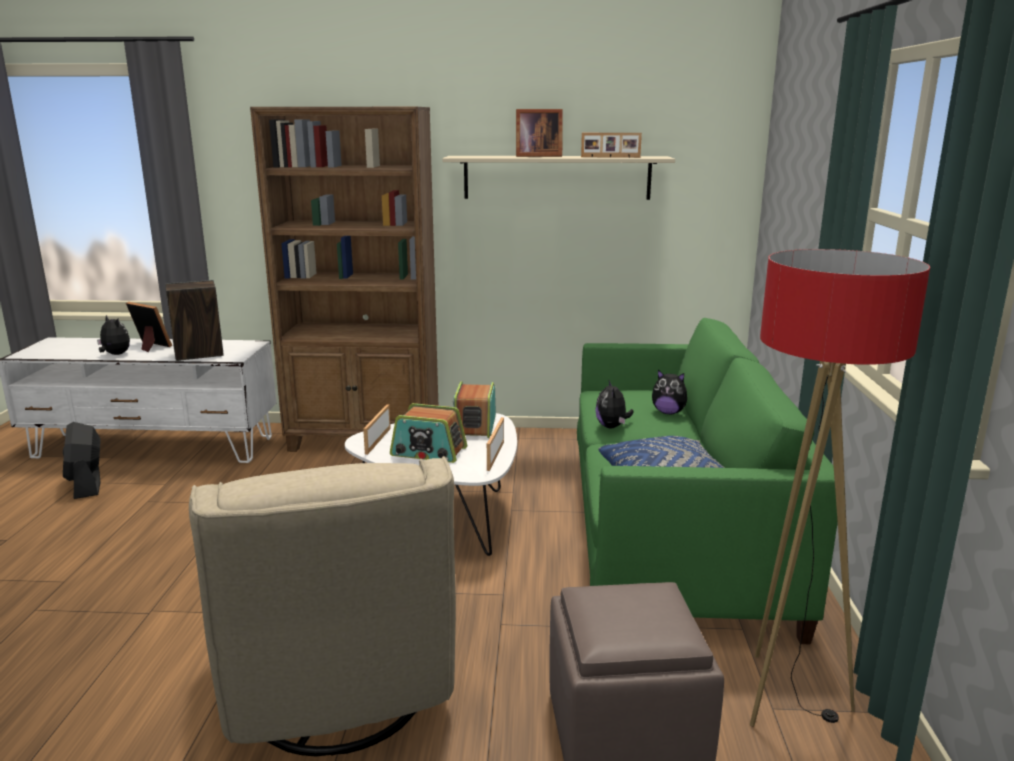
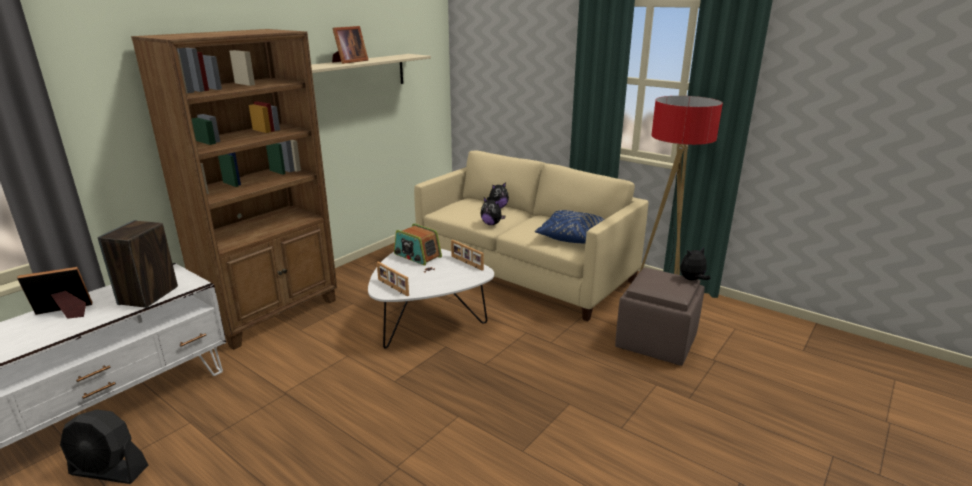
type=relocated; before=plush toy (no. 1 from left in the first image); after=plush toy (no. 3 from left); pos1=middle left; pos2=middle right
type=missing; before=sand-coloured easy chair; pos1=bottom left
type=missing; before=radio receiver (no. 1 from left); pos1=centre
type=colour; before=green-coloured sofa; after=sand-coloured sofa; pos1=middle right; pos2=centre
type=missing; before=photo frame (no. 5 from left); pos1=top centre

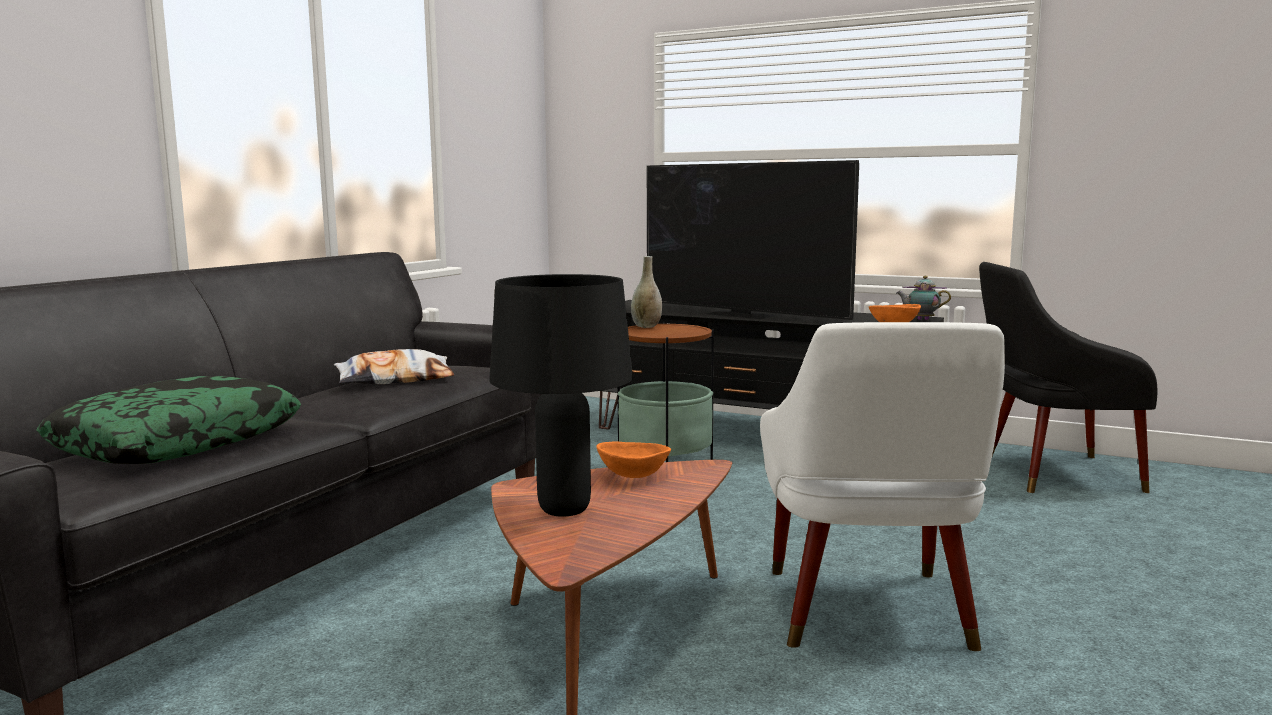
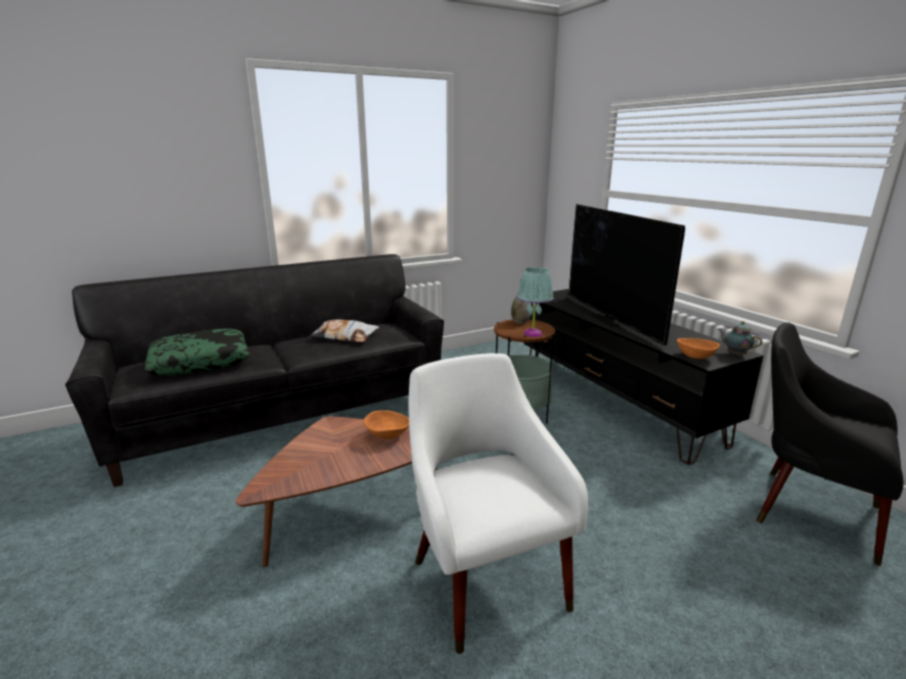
type=missing; before=black-coloured lamp for a table; pos1=centre
type=spun; before=whitish easy chair; pos1=bottom right; pos2=bottom centre; turn=120
type=appeared; after=turquoise-coloured lamp for a table; pos2=centre

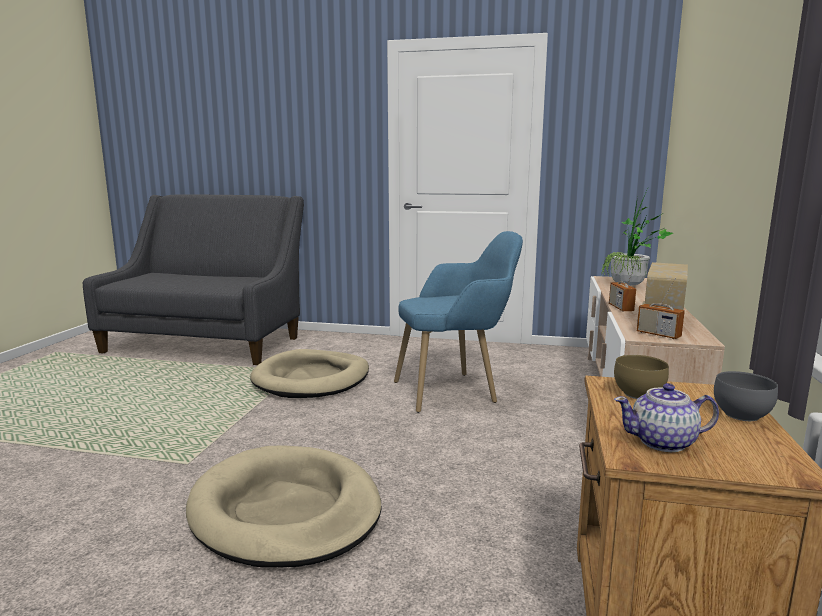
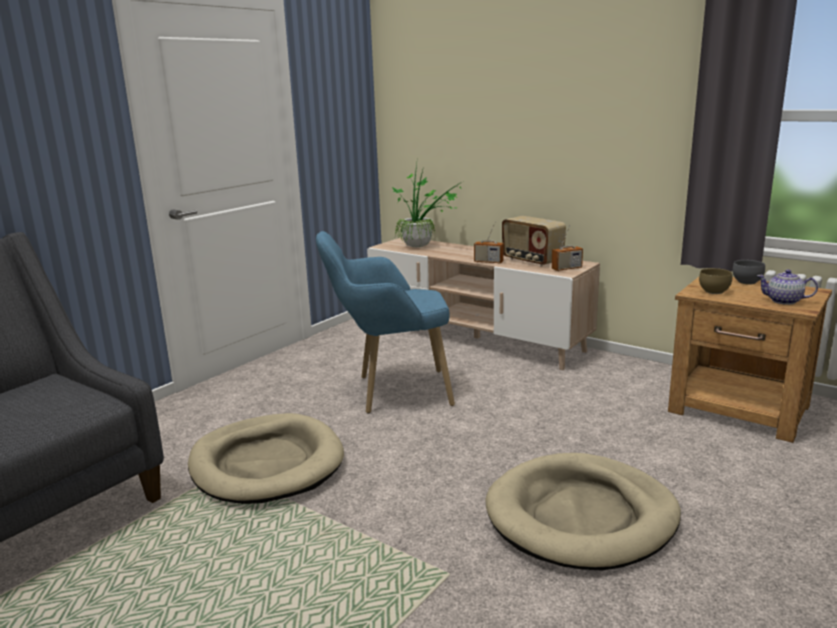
type=spun; before=blue-coloured easy chair; pos1=centre; pos2=centre; turn=-105
type=spun; before=pot for tea; pos1=bottom right; pos2=middle right; turn=90

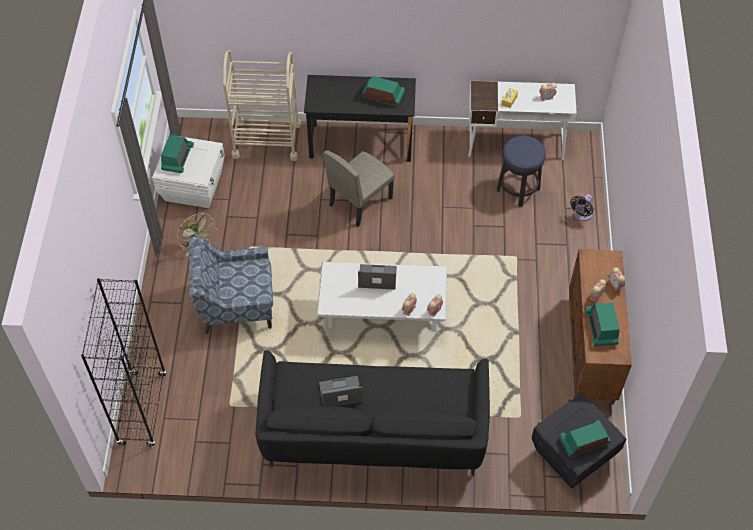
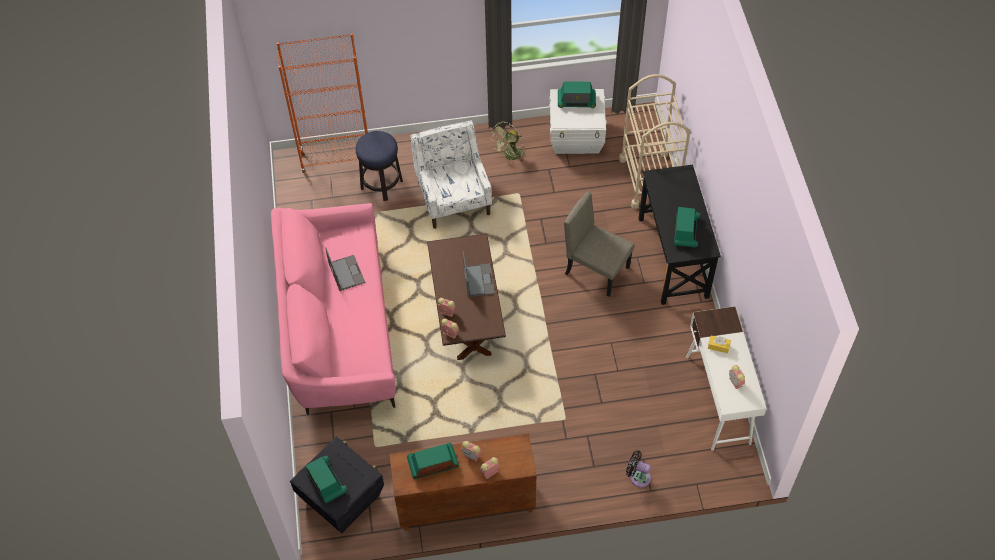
type=colour; before=black-coloured bookshelf; after=orange-coloured bookshelf; pos1=bottom left; pos2=top left
type=colour; before=blue-coloured easy chair; after=whitish easy chair; pos1=middle left; pos2=top centre
type=colour; before=black-coloured sofa; after=pink-coloured sofa; pos1=bottom centre; pos2=centre
type=colour; before=whitish low table; after=brown-coloured low table; pos1=centre; pos2=centre
type=relocated; before=stool seat; pos1=top right; pos2=top centre

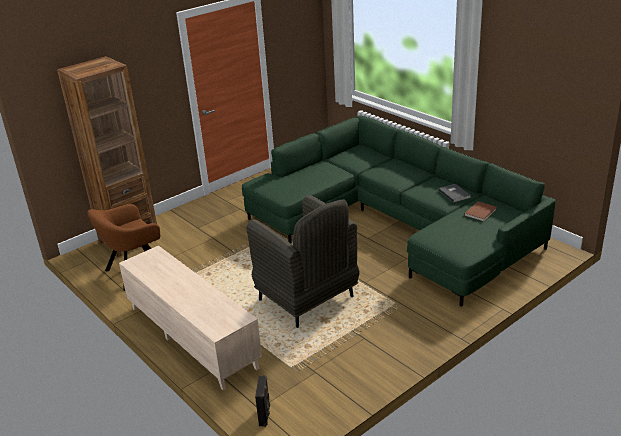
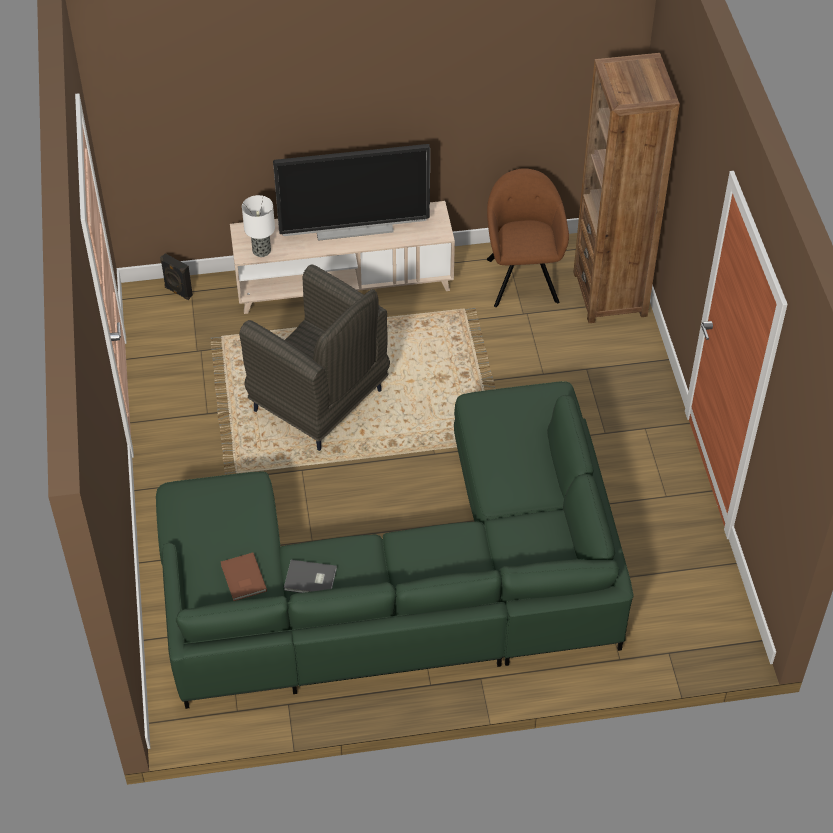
type=spun; before=grey easy chair; pos1=centre; pos2=centre; turn=-135
type=appeared; after=lamp for a table; pos2=top left
type=appeared; after=television; pos2=top centre

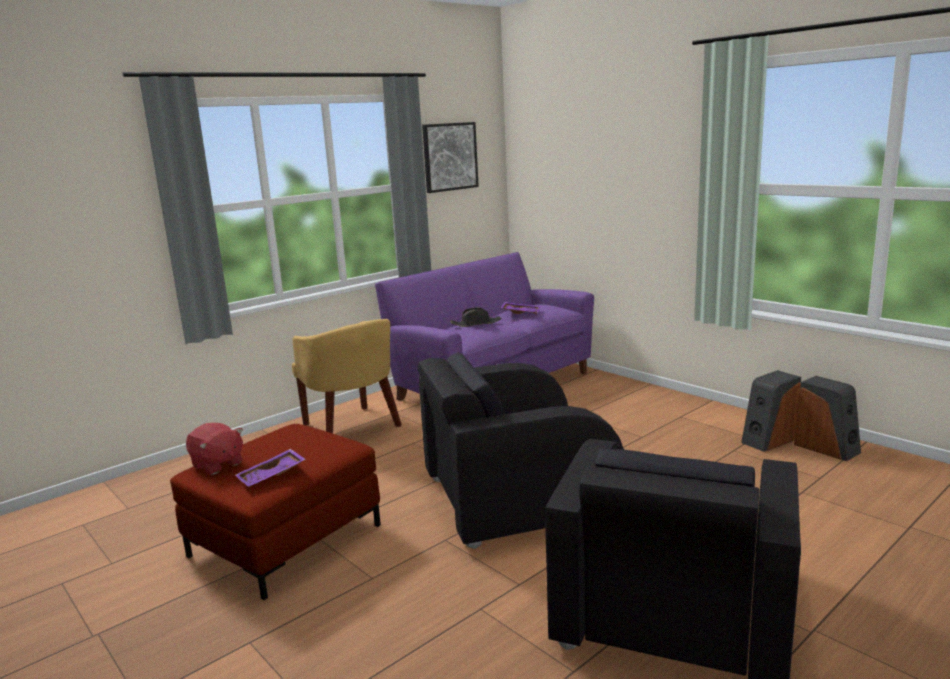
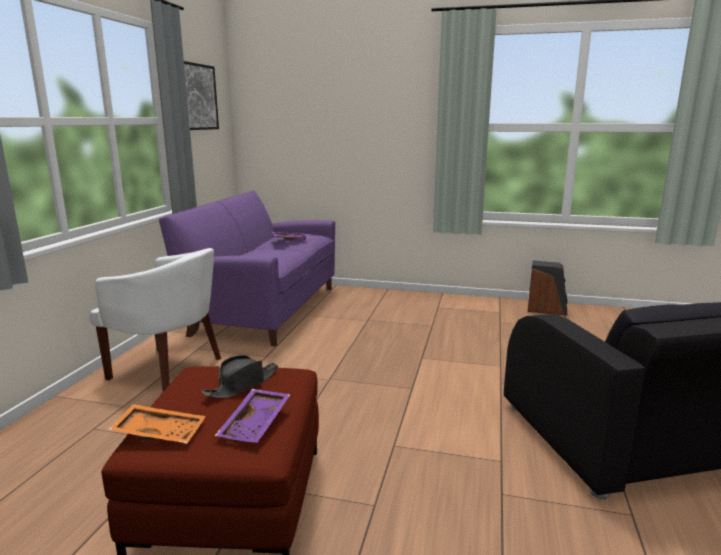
type=exchanged; before=reddish plush toy; after=orange-coloured tray; pos1=middle left; pos2=bottom left
type=colour; before=yellow-coloured easy chair; after=whitish easy chair; pos1=centre; pos2=middle left
type=missing; before=black-coloured easy chair (no. 1 from left); pos1=centre
type=relocated; before=black-coloured wearable hat; pos1=centre; pos2=bottom left
type=missing; before=speaker (no. 1 from left); pos1=middle right

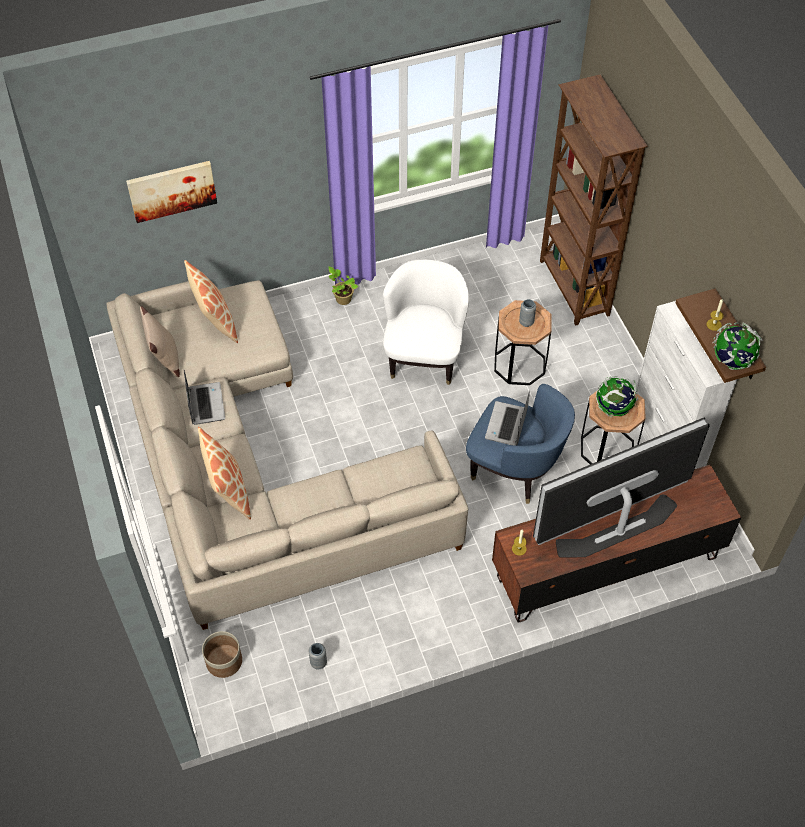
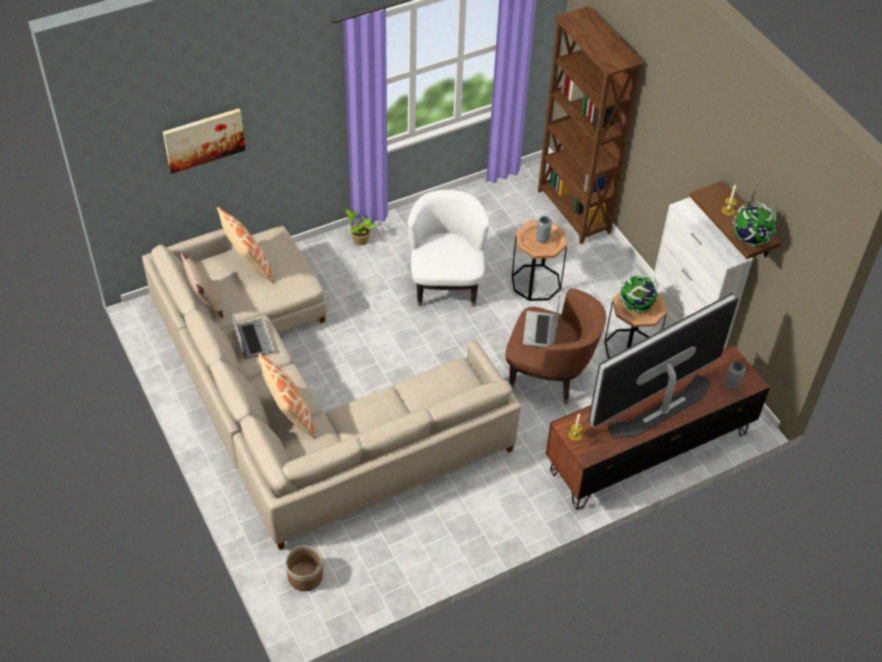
type=relocated; before=grey flower vase (no. 1 from left in the first image); after=grey flower vase (no. 2 from left); pos1=bottom centre; pos2=middle right
type=colour; before=blue-coloured easy chair; after=brown-coloured easy chair; pos1=centre; pos2=centre

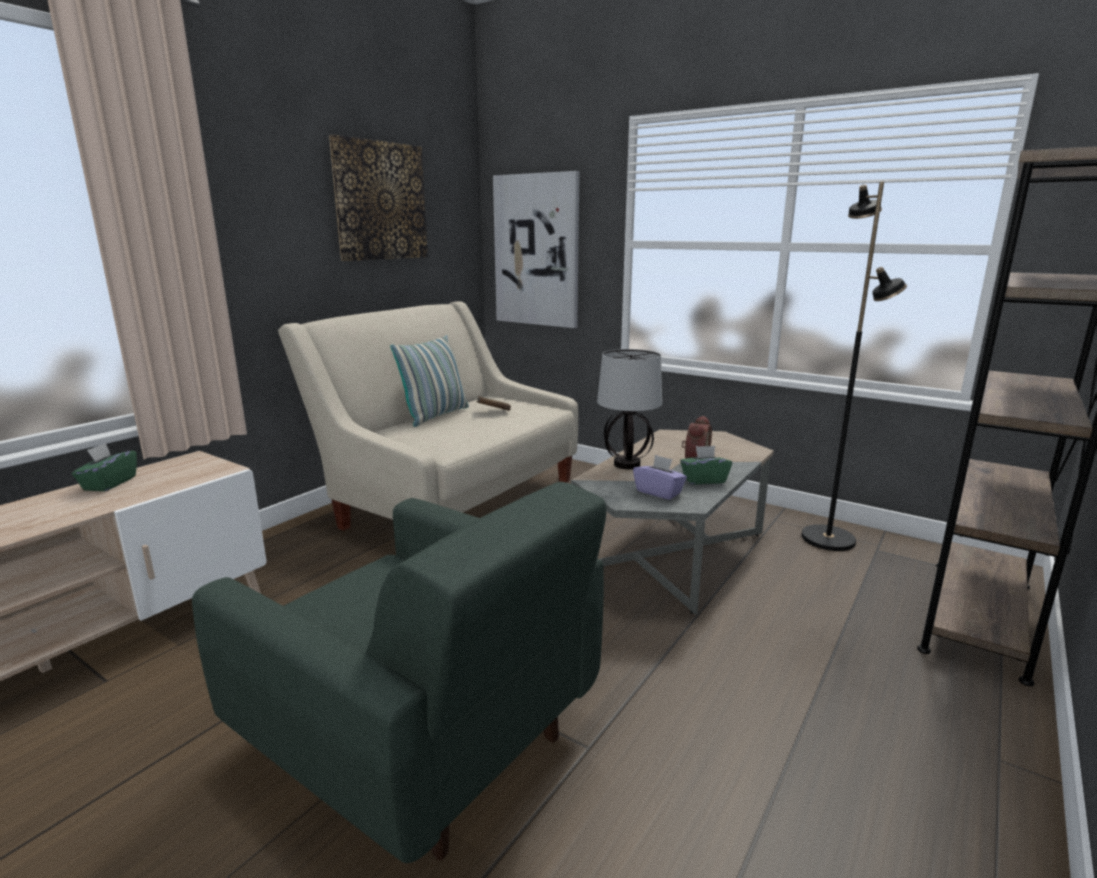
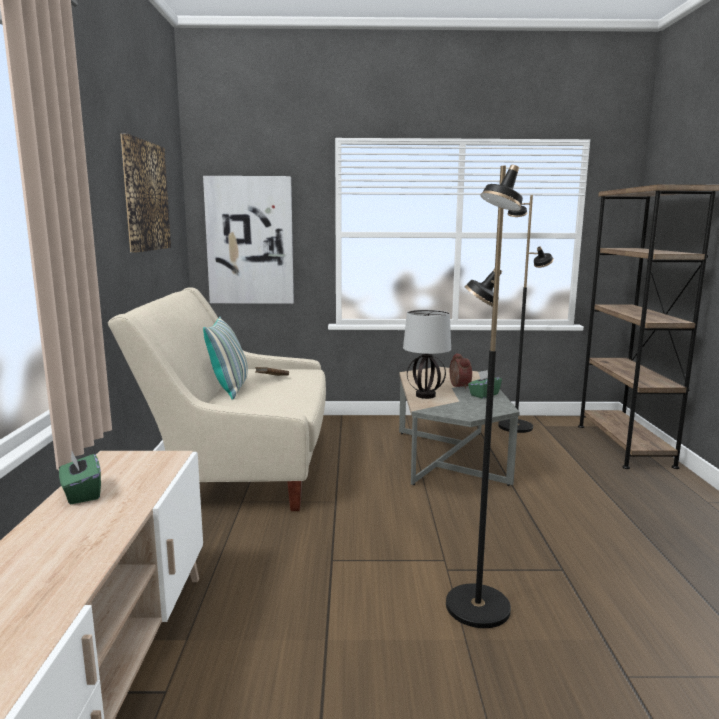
type=exchanged; before=green-coloured easy chair; after=black-coloured standard lamp (no. 1 from left); pos1=bottom centre; pos2=middle right
type=missing; before=purple-coloured box of tissues; pos1=centre

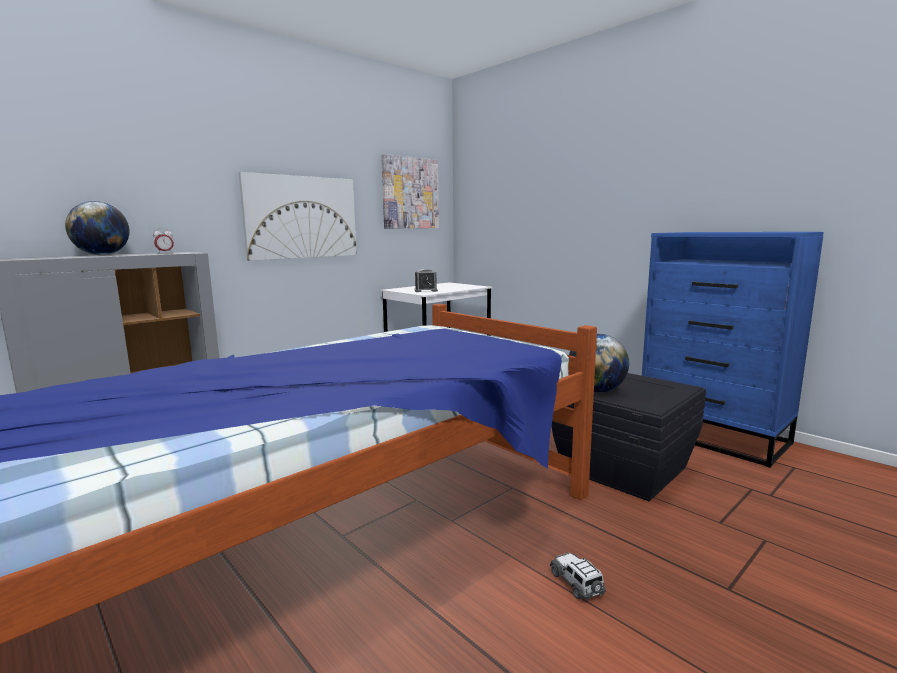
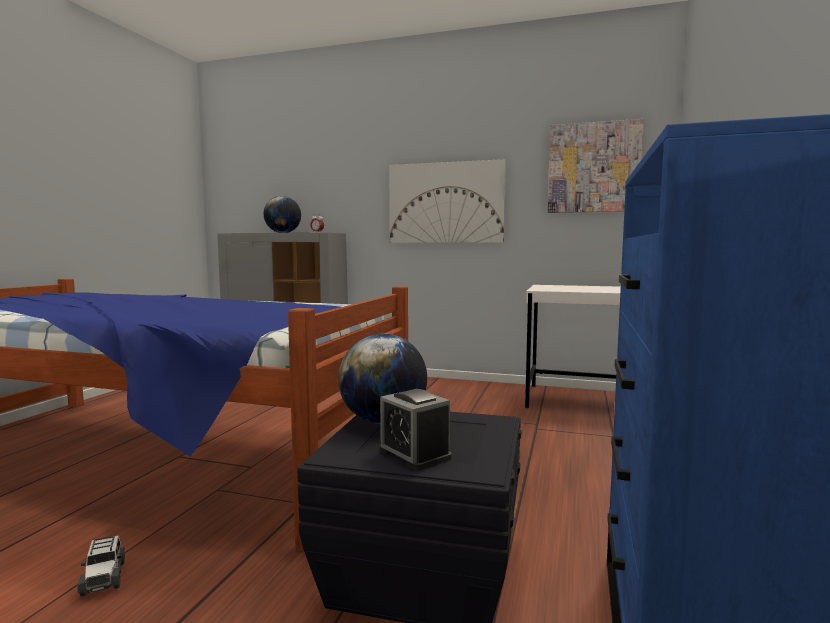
type=relocated; before=table clock (no. 2 from left); pos1=centre; pos2=bottom centre
type=spun; before=model car; pos1=bottom centre; pos2=bottom left; turn=120

